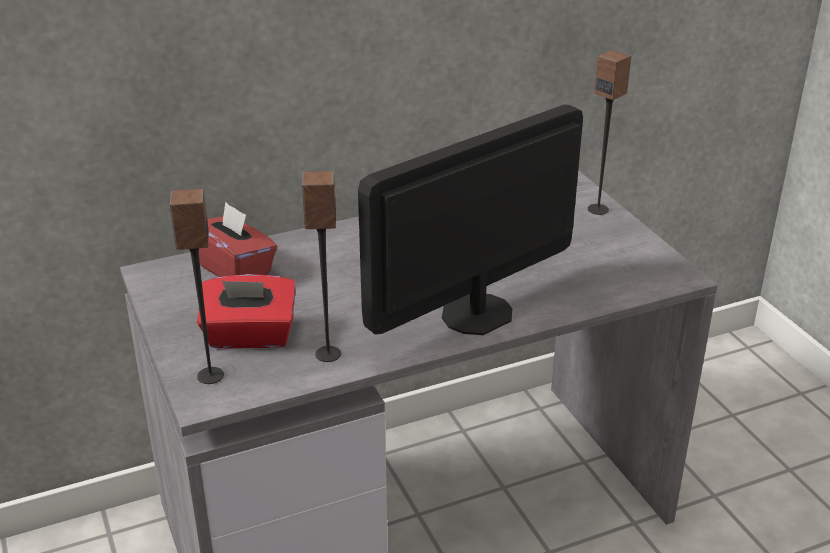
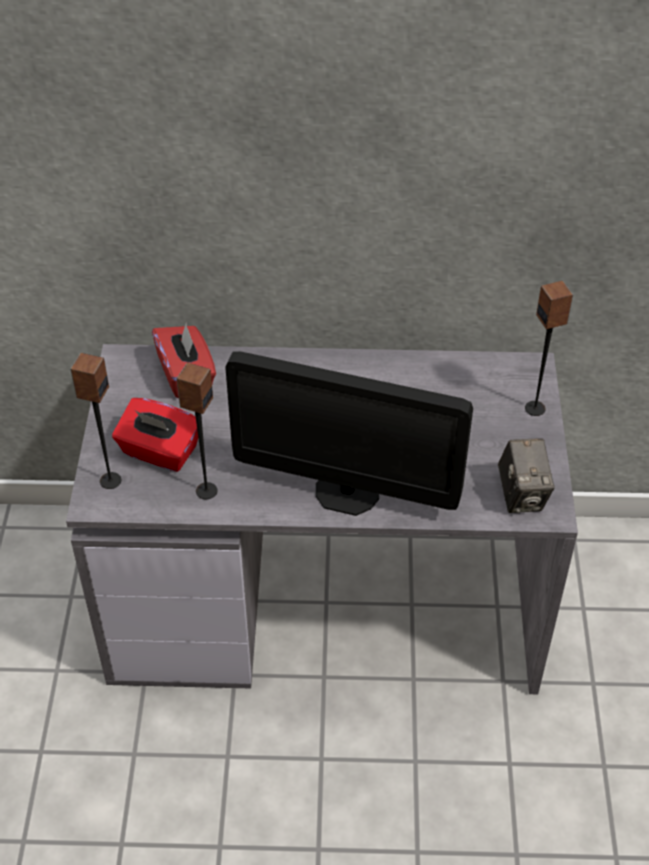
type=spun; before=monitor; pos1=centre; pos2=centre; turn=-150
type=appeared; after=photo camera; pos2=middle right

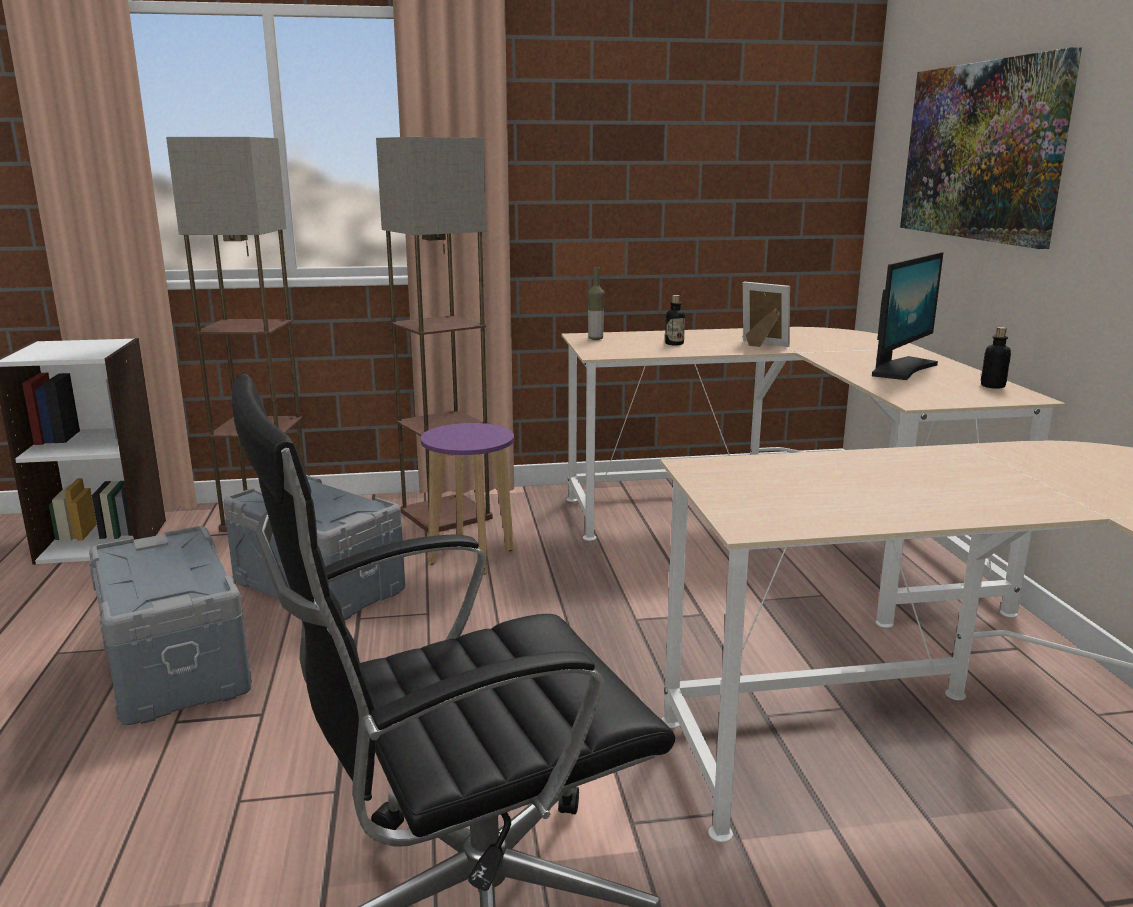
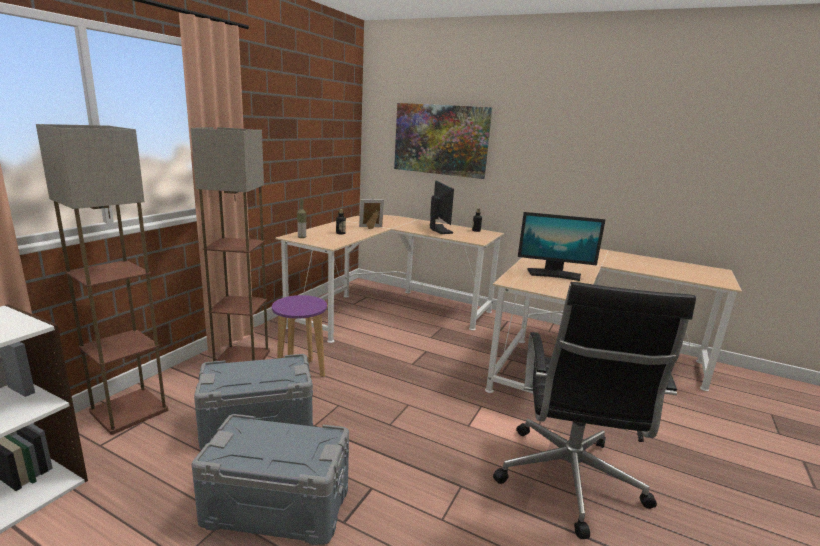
type=appeared; after=monitor (no. 2 from left); pos2=middle right

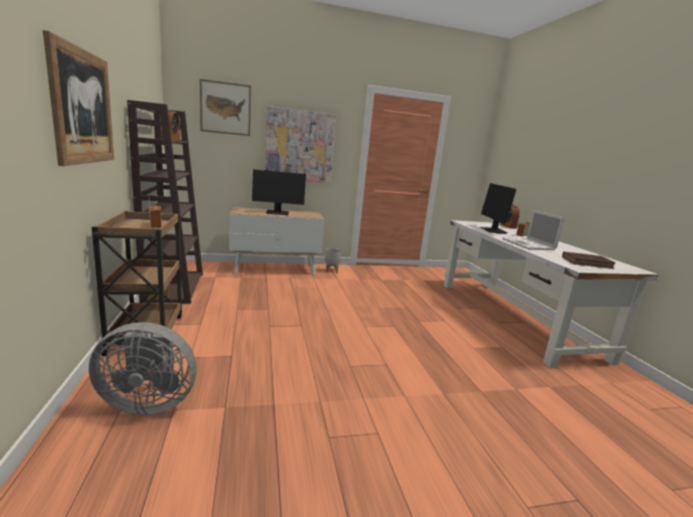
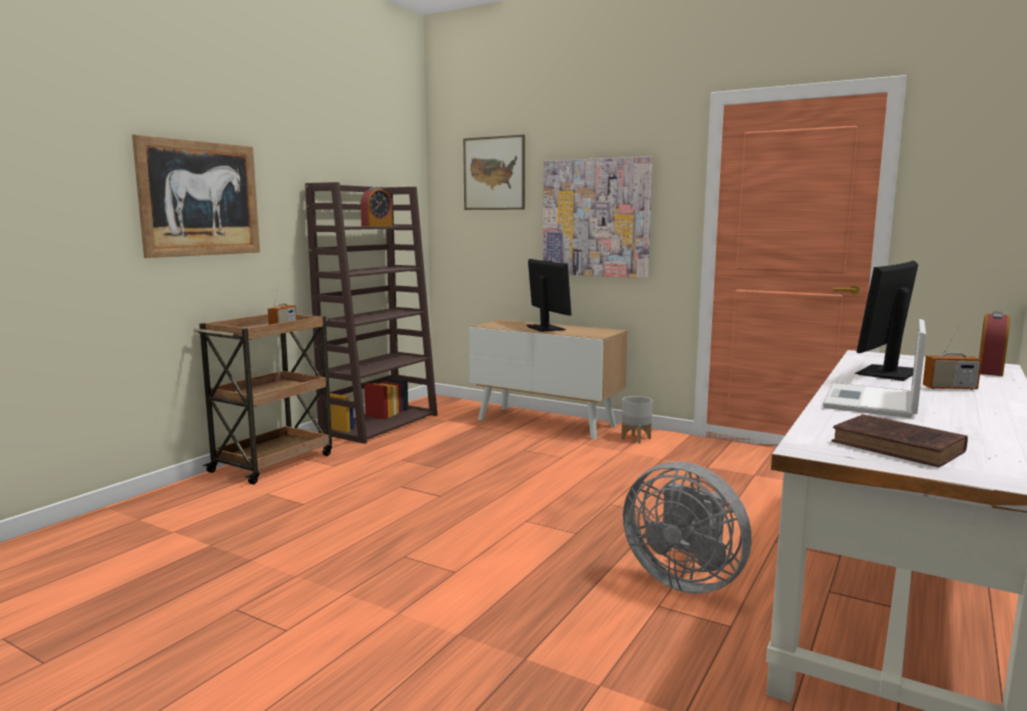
type=relocated; before=grey electric fan; pos1=bottom left; pos2=bottom right
type=spun; before=monitor (no. 1 from left); pos1=centre; pos2=centre; turn=-150

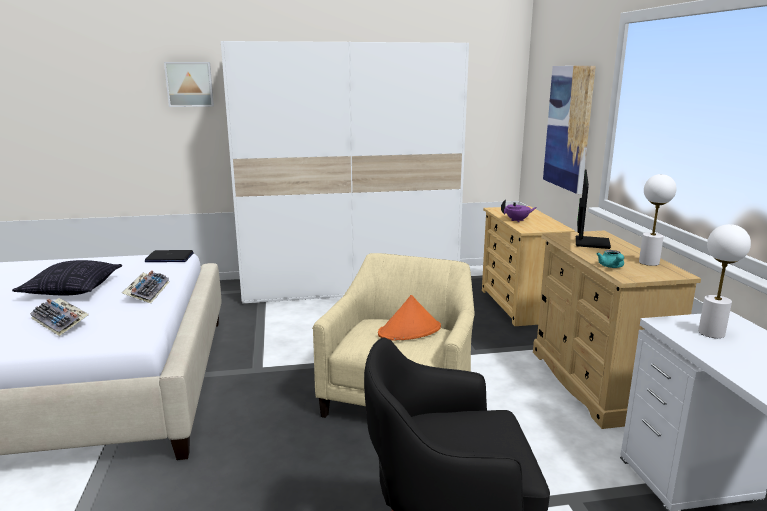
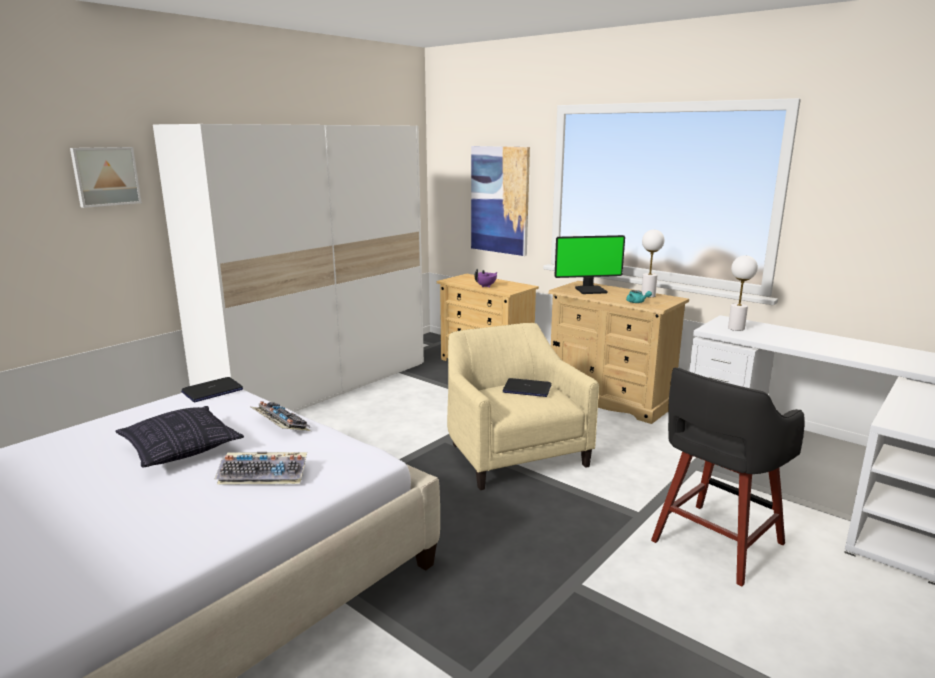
type=exchanged; before=orange-coloured wearable hat; after=notebook computer (no. 2 from left); pos1=centre; pos2=centre
type=spun; before=monitor; pos1=middle right; pos2=centre; turn=105

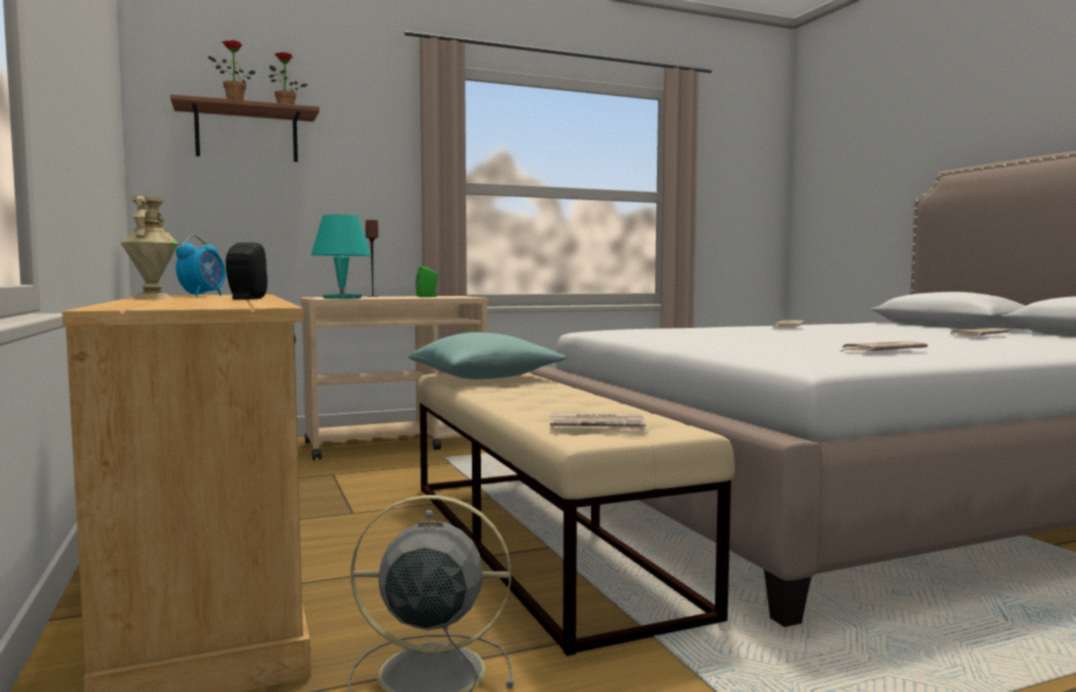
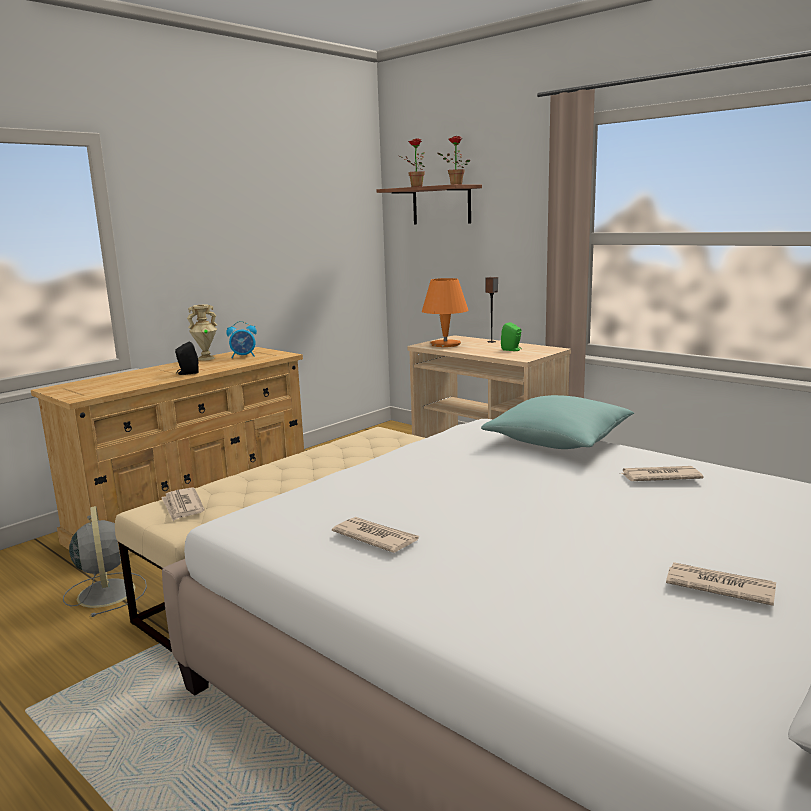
type=colour; before=turquoise-coloured lamp for a table; after=orange-coloured lamp for a table; pos1=middle left; pos2=centre
type=relocated; before=turquoise-coloured throw pillow; pos1=centre; pos2=middle right

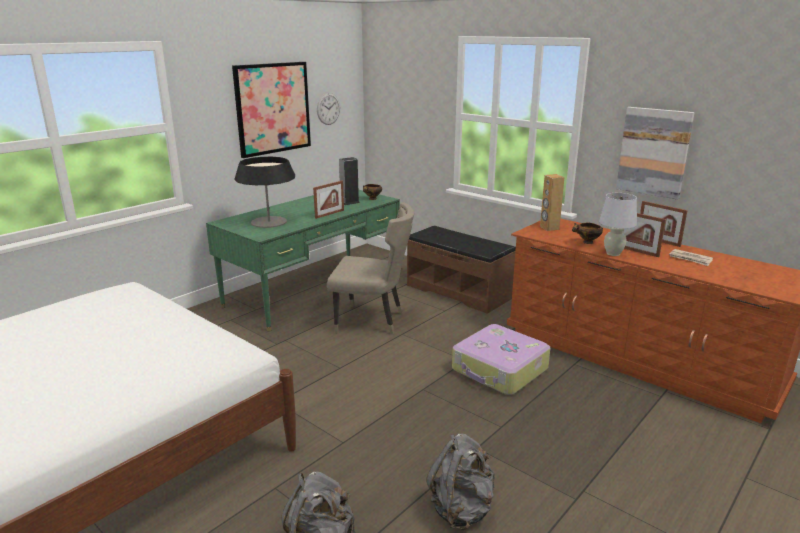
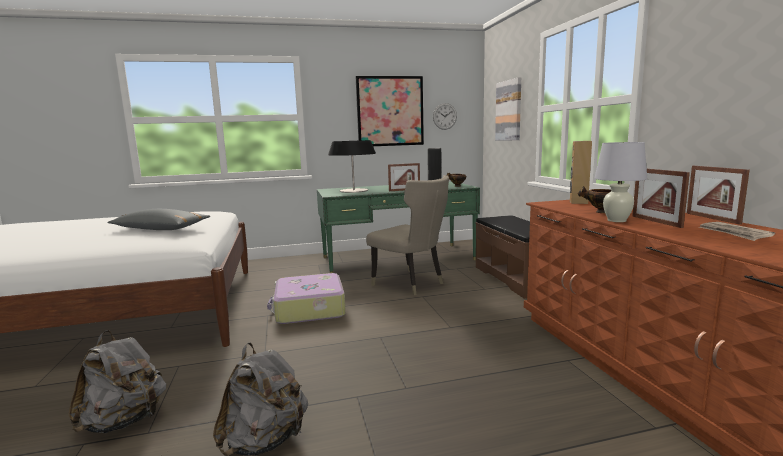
type=relocated; before=piece of luggage; pos1=bottom centre; pos2=centre
type=relocated; before=wall picture (no. 2 from left); pos1=top right; pos2=top centre
type=appeared; after=grey throw pillow; pos2=middle left

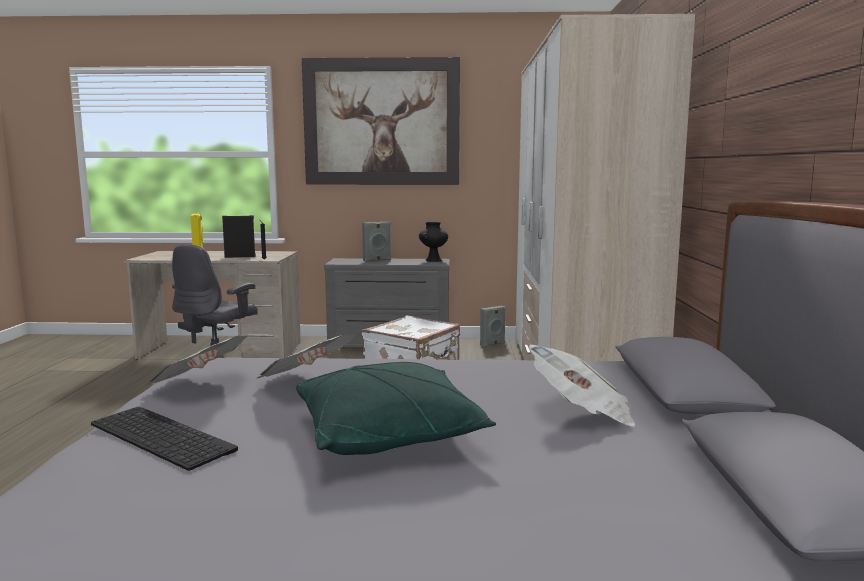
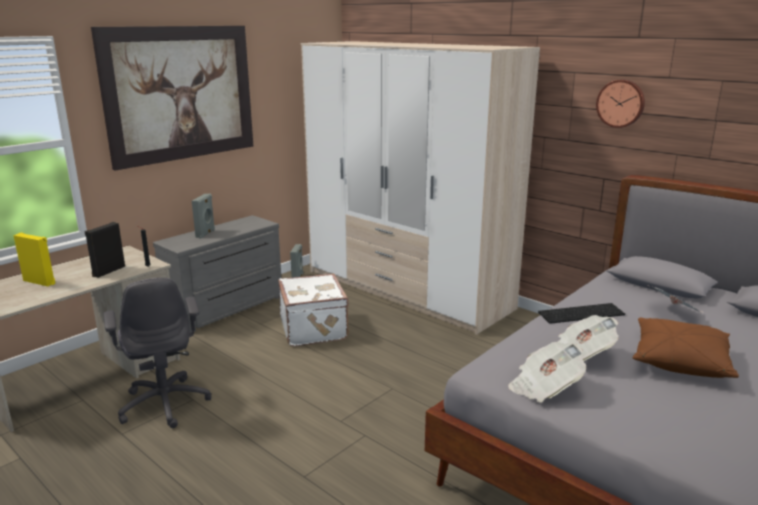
type=relocated; before=PC keyboard; pos1=bottom left; pos2=middle right
type=colour; before=green-coloured throw pillow; after=brown-coloured throw pillow; pos1=bottom centre; pos2=bottom right
type=missing; before=black-coloured flower vase; pos1=centre
type=appeared; after=hanging clock; pos2=top right

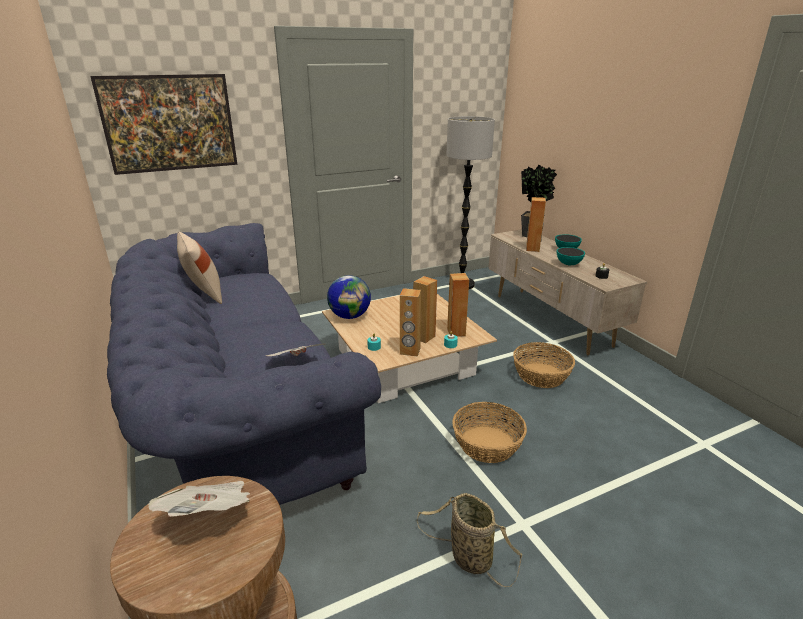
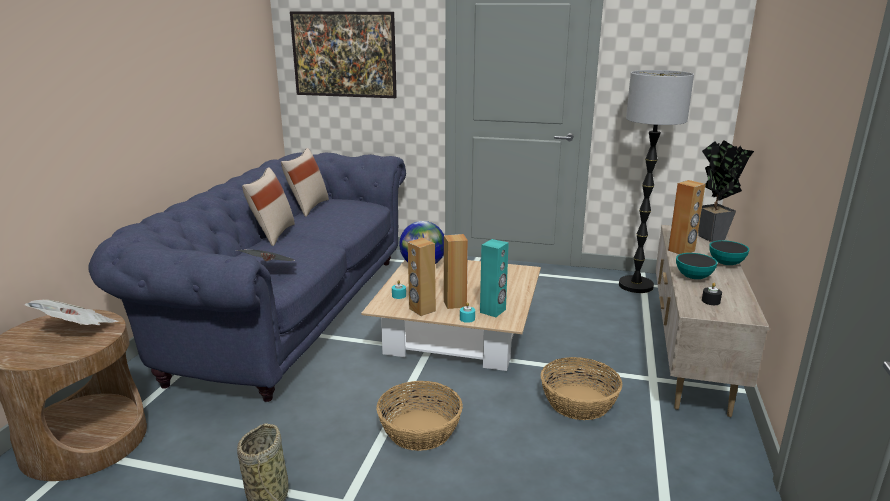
type=colour; before=brown-coloured speaker (no. 3 from left); after=turquoise-coloured speaker; pos1=centre; pos2=centre
type=appeared; after=sand-coloured throw pillow (no. 1 from left); pos2=middle left

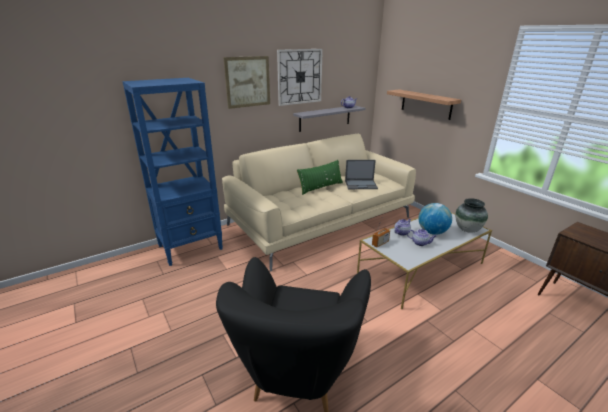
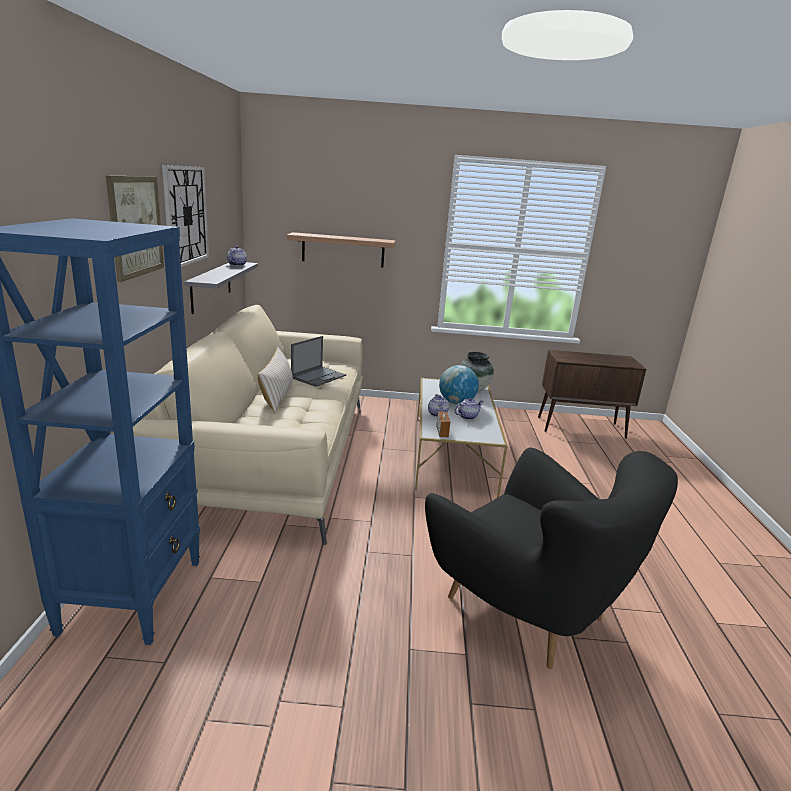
type=colour; before=green-coloured throw pillow; after=sand-coloured throw pillow; pos1=centre; pos2=centre

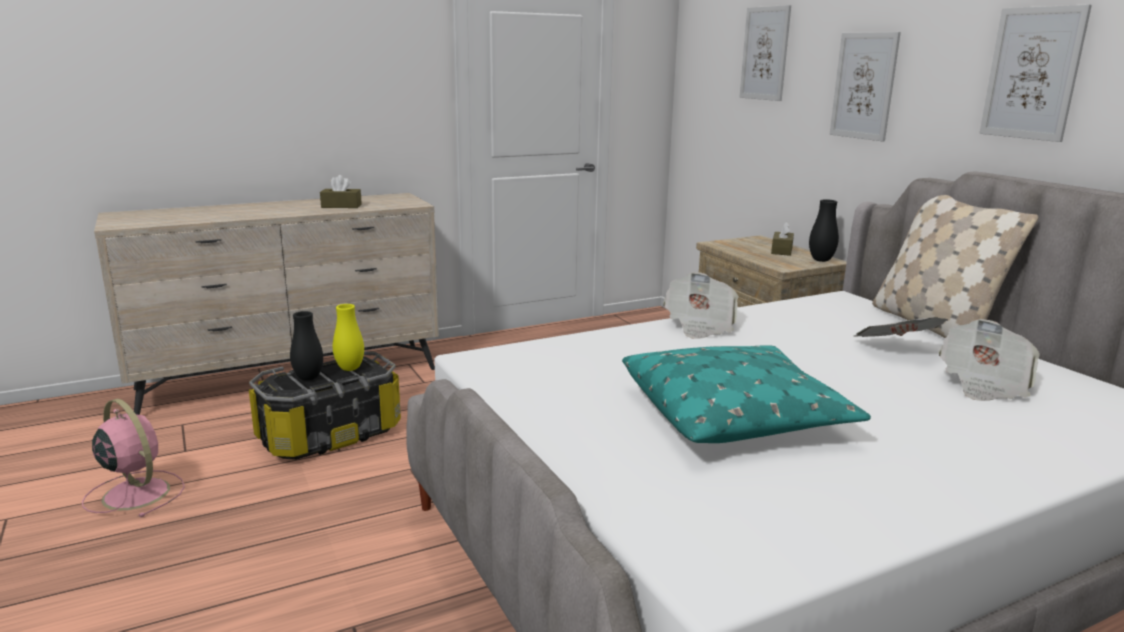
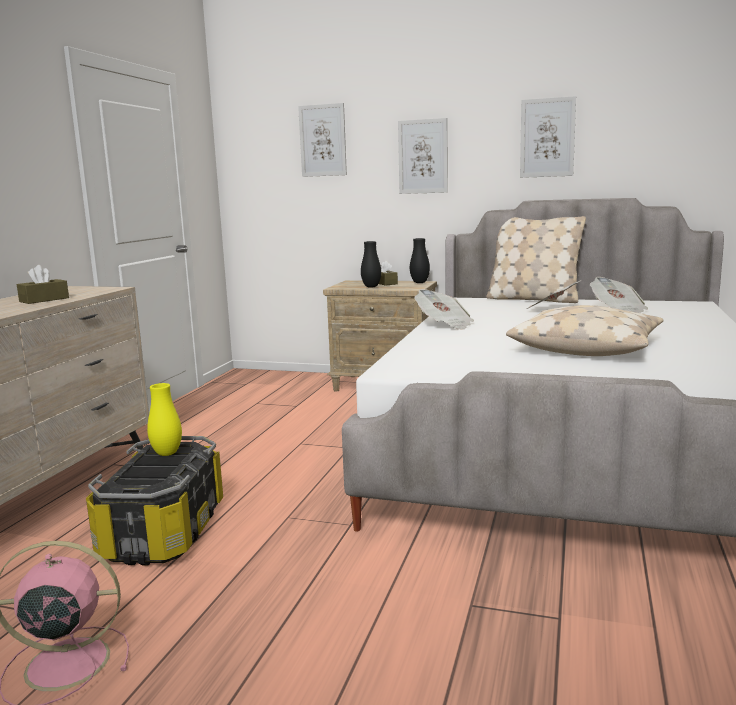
type=relocated; before=black-coloured flower vase (no. 1 from left); pos1=middle left; pos2=centre
type=colour; before=turquoise-coloured throw pillow; after=sand-coloured throw pillow (no. 2 from left); pos1=centre; pos2=middle right

